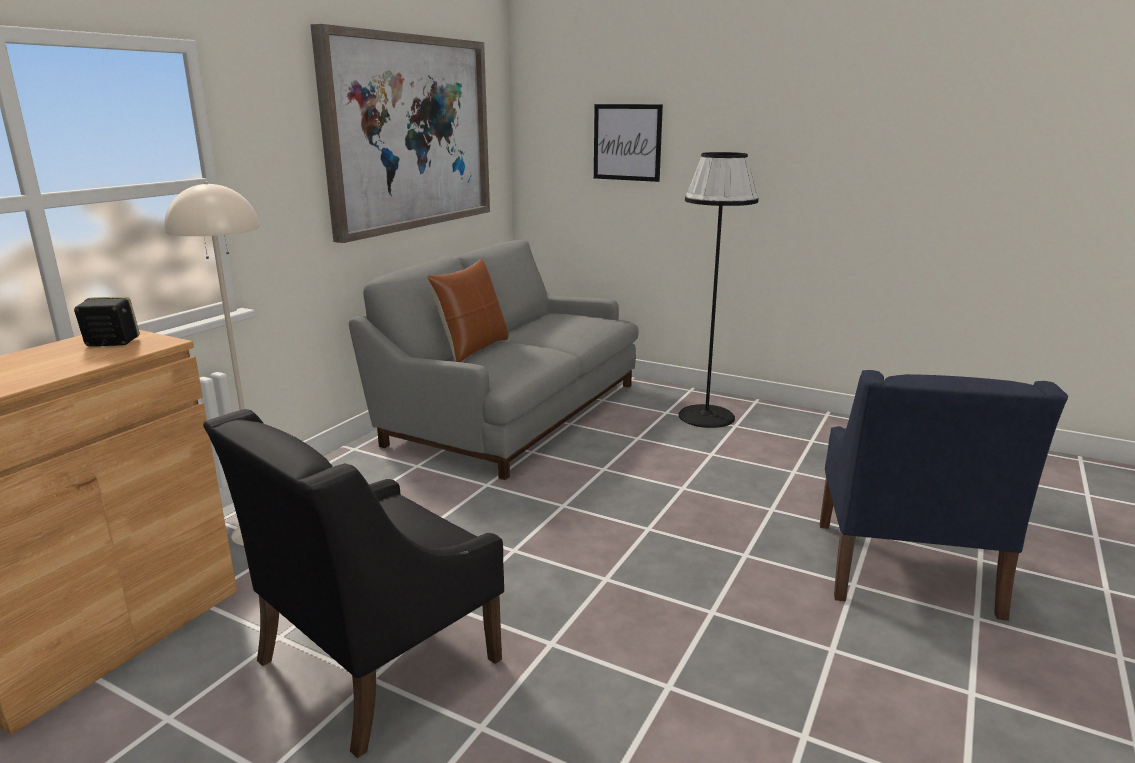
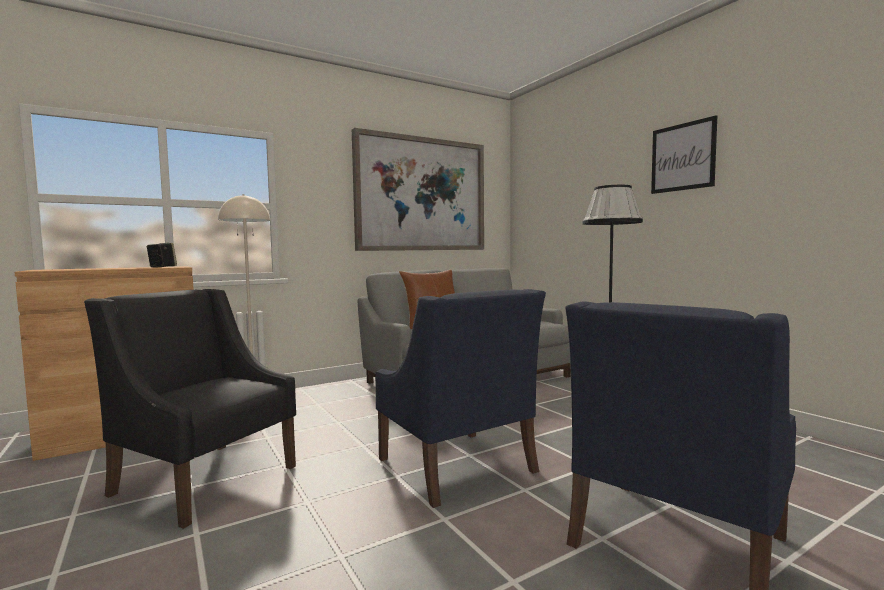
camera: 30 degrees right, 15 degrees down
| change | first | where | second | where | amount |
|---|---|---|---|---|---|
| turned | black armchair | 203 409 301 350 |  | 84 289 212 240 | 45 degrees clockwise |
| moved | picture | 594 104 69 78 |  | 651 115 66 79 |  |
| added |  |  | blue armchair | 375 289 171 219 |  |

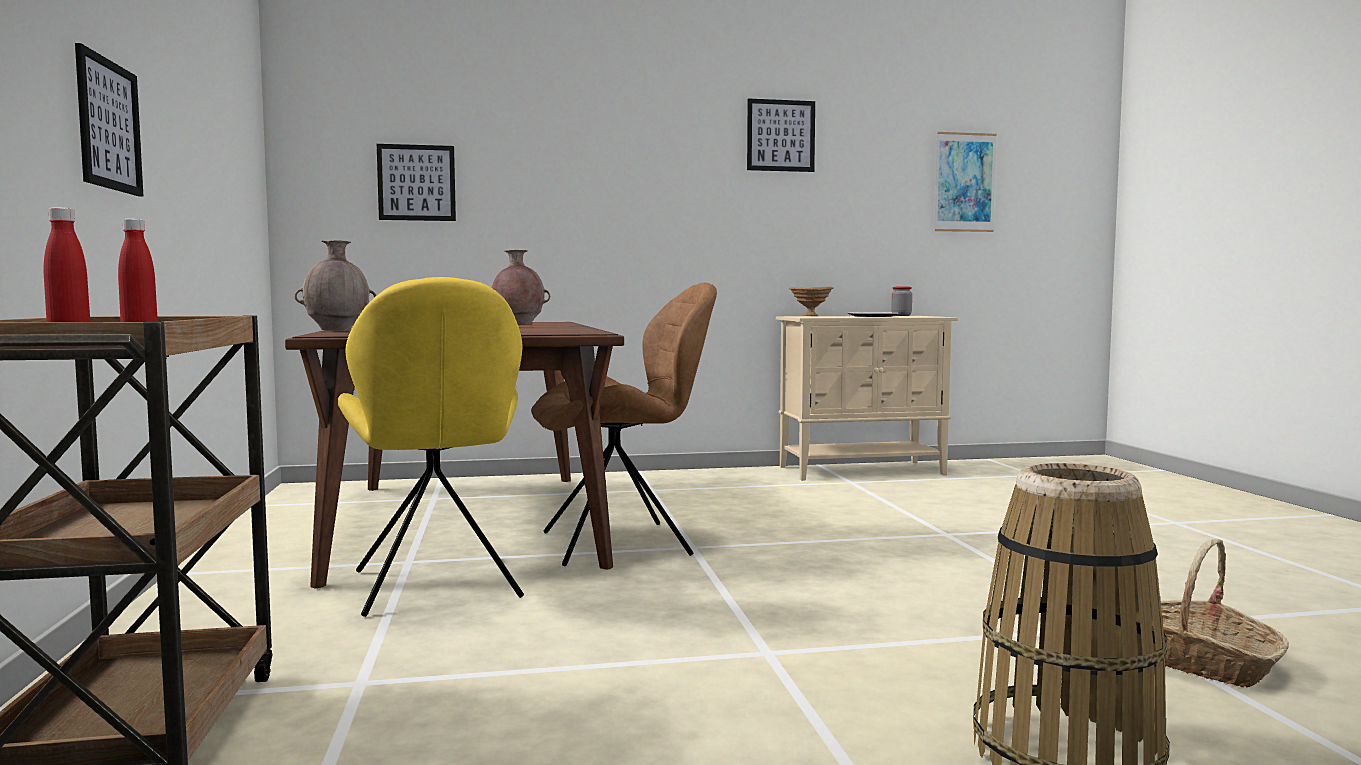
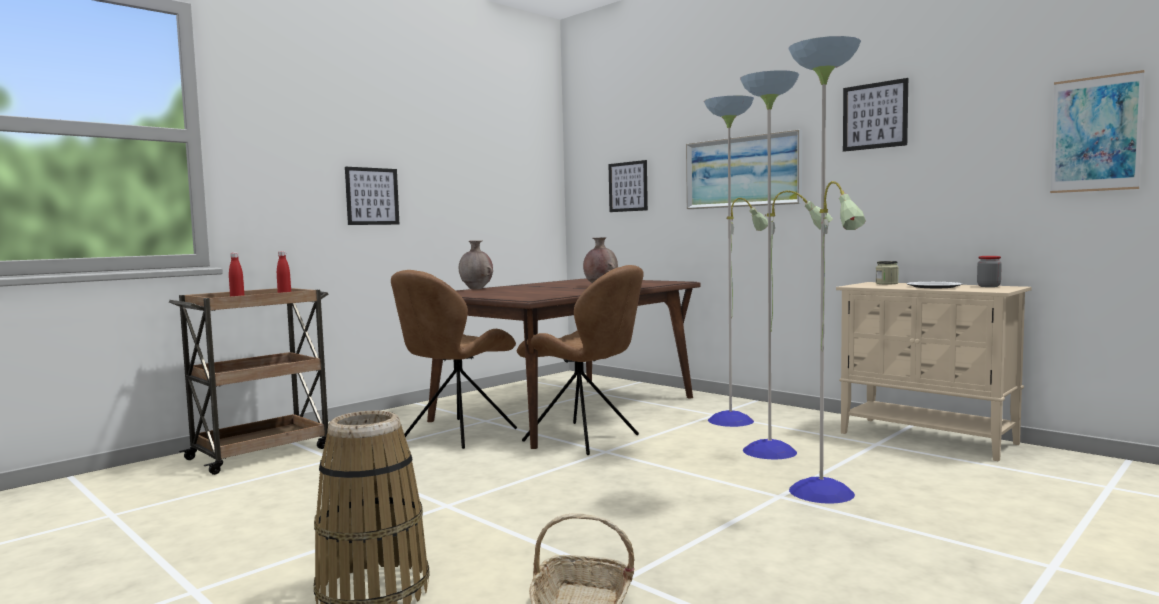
camera: 55 degrees right, 0 degrees up
| change | first | where | second | where | amount |
|---|---|---|---|---|---|
| recoloured | yellow chair | 338 277 186 340 | brown chair | 391 270 126 179 |  |
| replaced | brown bowl | 789 286 45 30 | jar | 876 261 23 23 |  |
| added |  |  | picture | 686 130 116 79 |  |
| added |  |  | floor lamp | 704 36 162 468 |  |

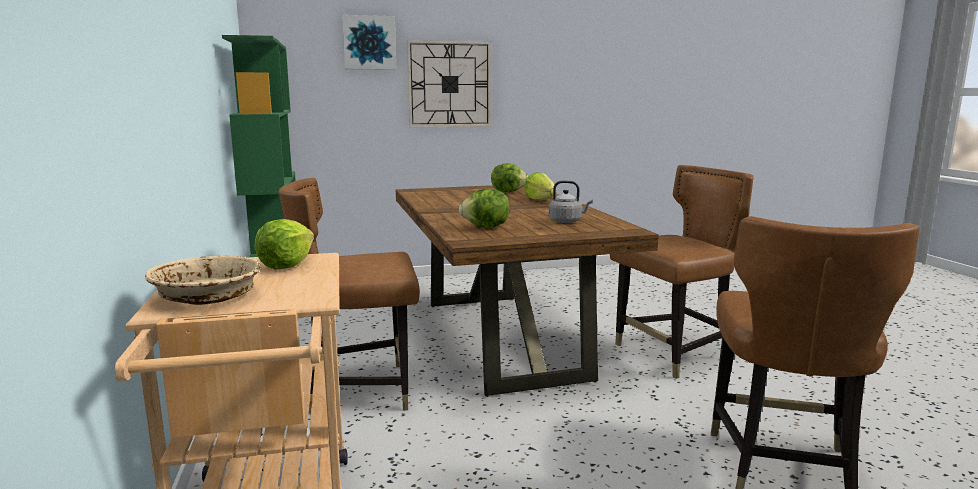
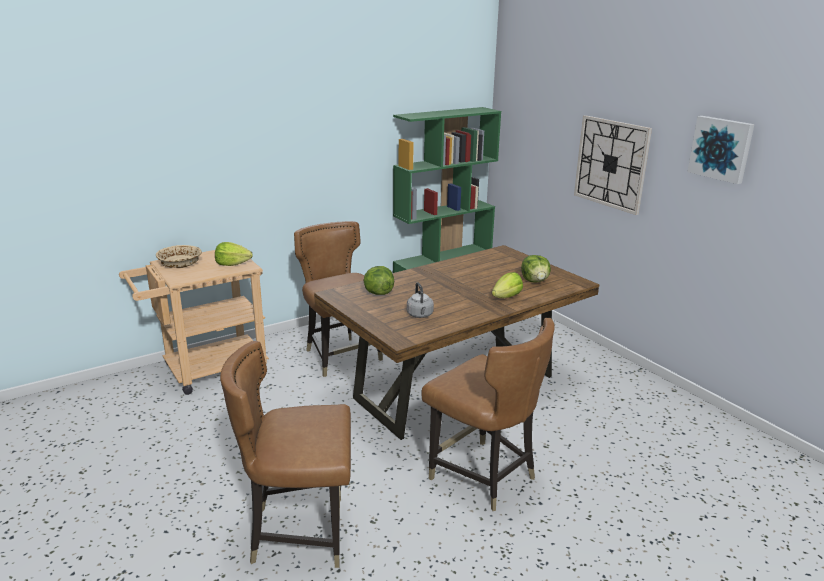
camera: 70 degrees right, 10 degrees up
| change | first | where | second | where | amount |
|---|---|---|---|---|---|
| moved | picture | 342 15 54 55 |  | 687 116 67 68 |  |

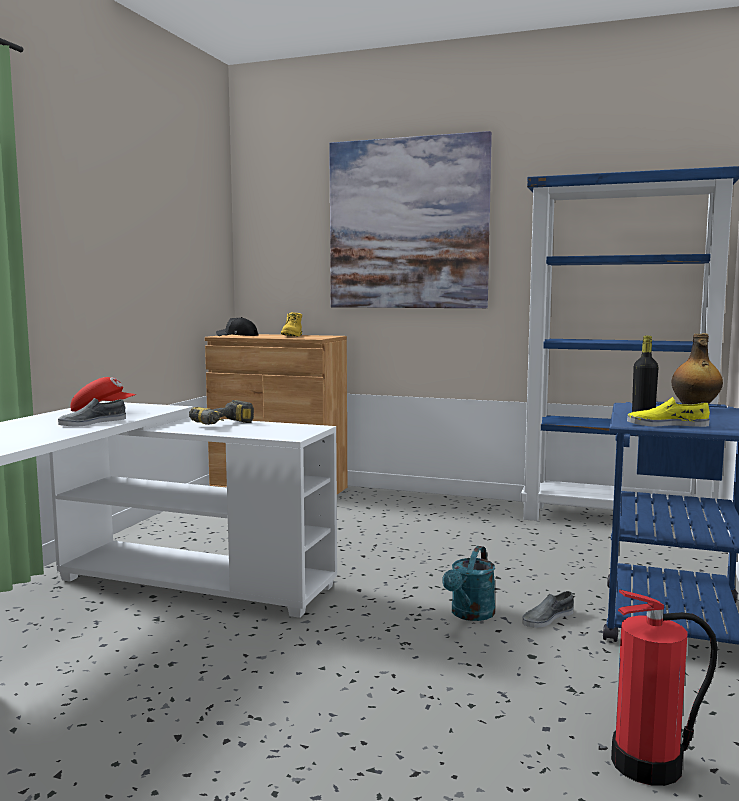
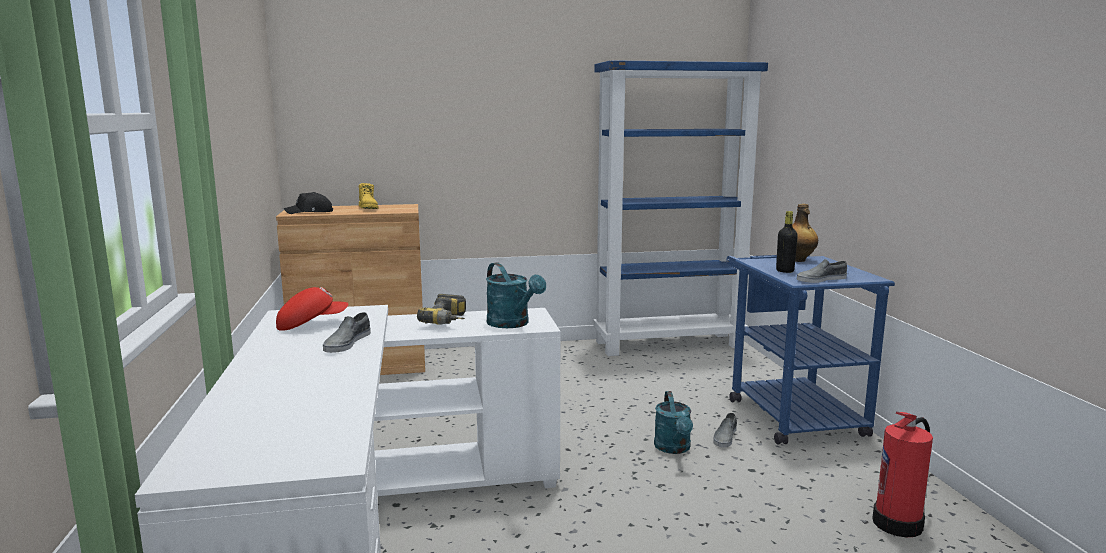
camera: 30 degrees left, 5 degrees up
| change | first | where | second | where | amount |
|---|---|---|---|---|---|
| removed | picture | 329 131 163 177 |  |  |  |
| recoloured | yellow shoe | 627 397 83 30 | grey shoe | 797 259 50 24 |  |
| added |  |  | turquoise watering can | 486 263 60 65 |  |

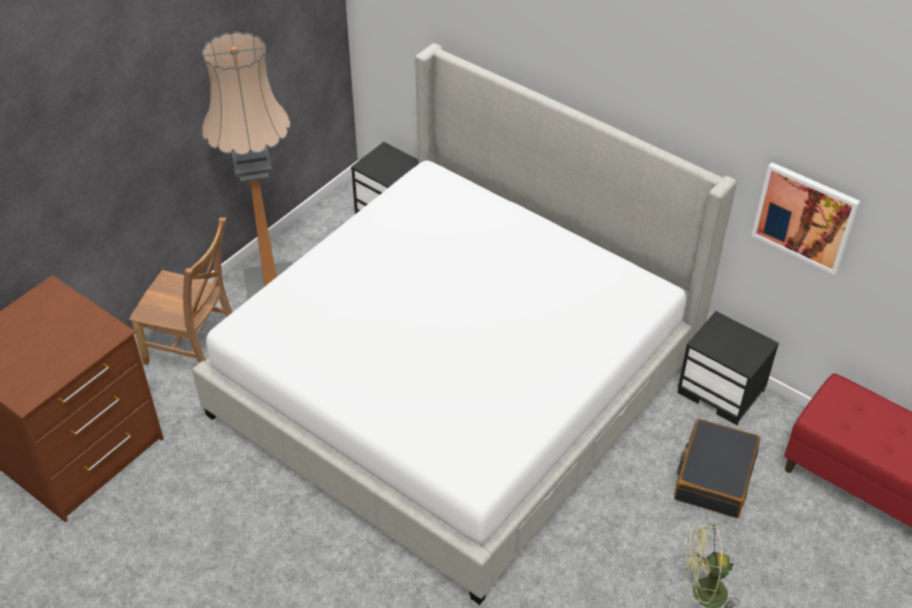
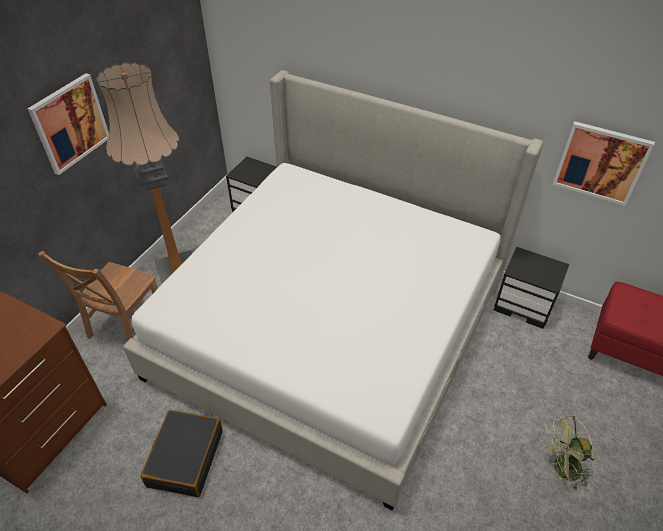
camera: 10 degrees left, 0 degrees up
| change | first | where | second | where | amount |
|---|---|---|---|---|---|
| turned | brown chair | 129 217 104 148 |  | 38 251 120 90 | 105 degrees clockwise |
| moved | black suitcase | 674 419 86 99 |  | 141 410 82 87 |  |
| added |  |  | picture | 27 73 82 102 |  |

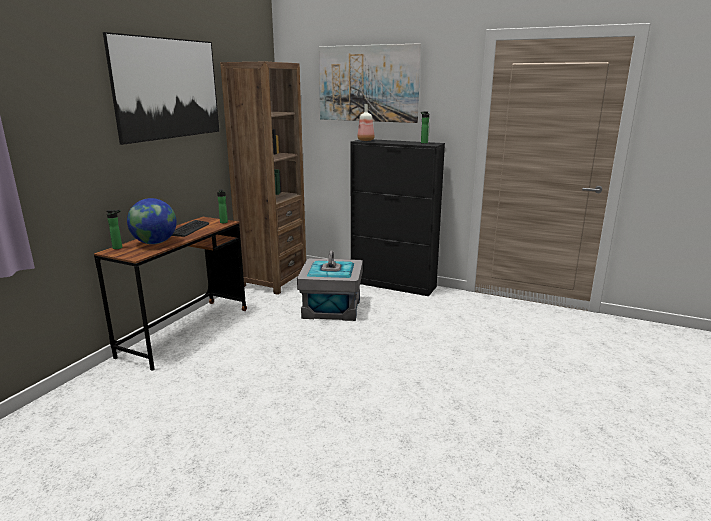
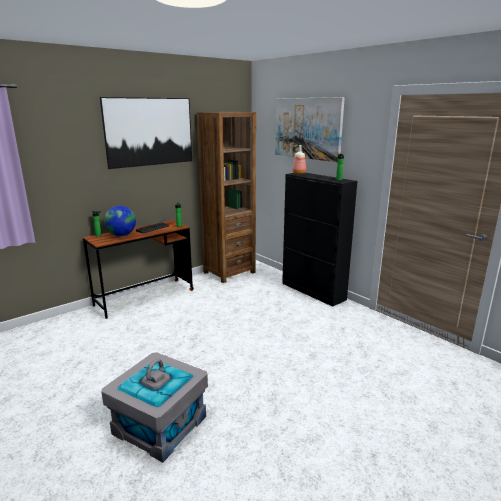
camera: 25 degrees right, 0 degrees up
| change | first | where | second | where | amount |
|---|---|---|---|---|---|
| moved | grey storage box | 297 250 66 71 |  | 101 352 107 110 |  |

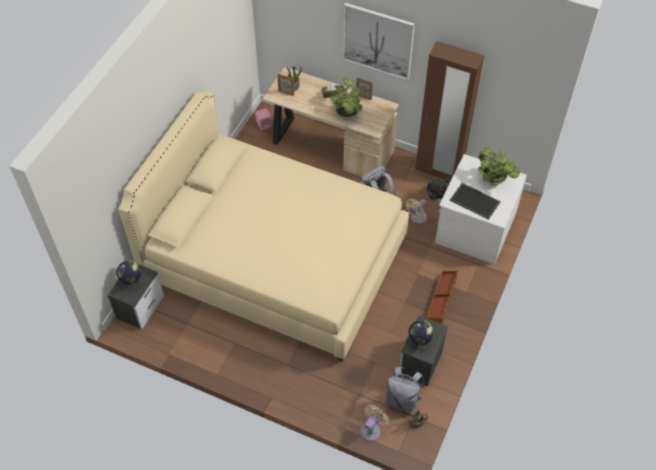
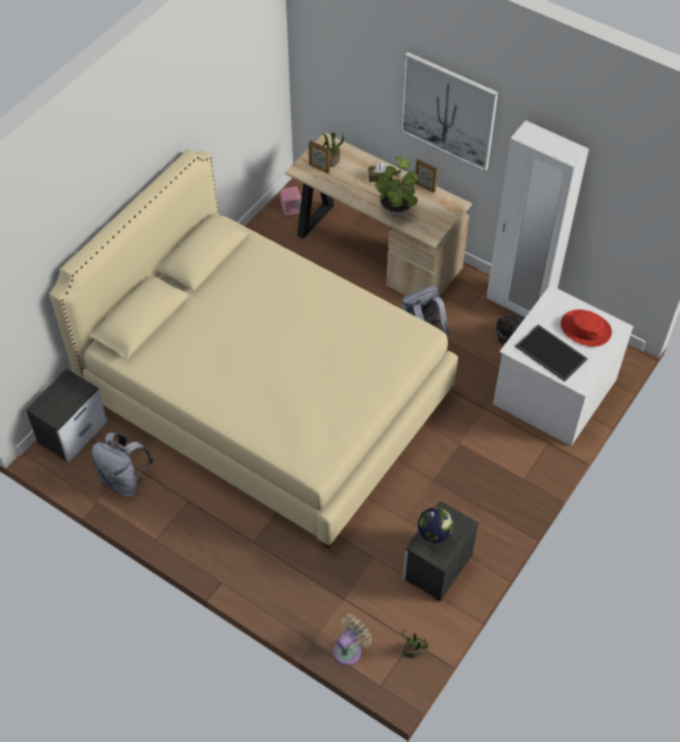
camera: 10 degrees right, 0 degrees up
| change | first | where | second | where | amount |
|---|---|---|---|---|---|
| removed | globe | 117 260 24 29 |  |  |  |
| moved | grey backpack | 386 367 38 46 |  | 91 433 62 64 |  |
| removed | beige fan | 406 199 22 25 |  |  |  |
| recoloured | brown wardrobe | 415 41 69 140 | white wardrobe | 487 120 102 197 |  |
| removed | brown storage box | 427 271 31 53 |  |  |  |
| replaced | potted plant | 478 147 42 38 | red hat | 561 309 51 38 |  |

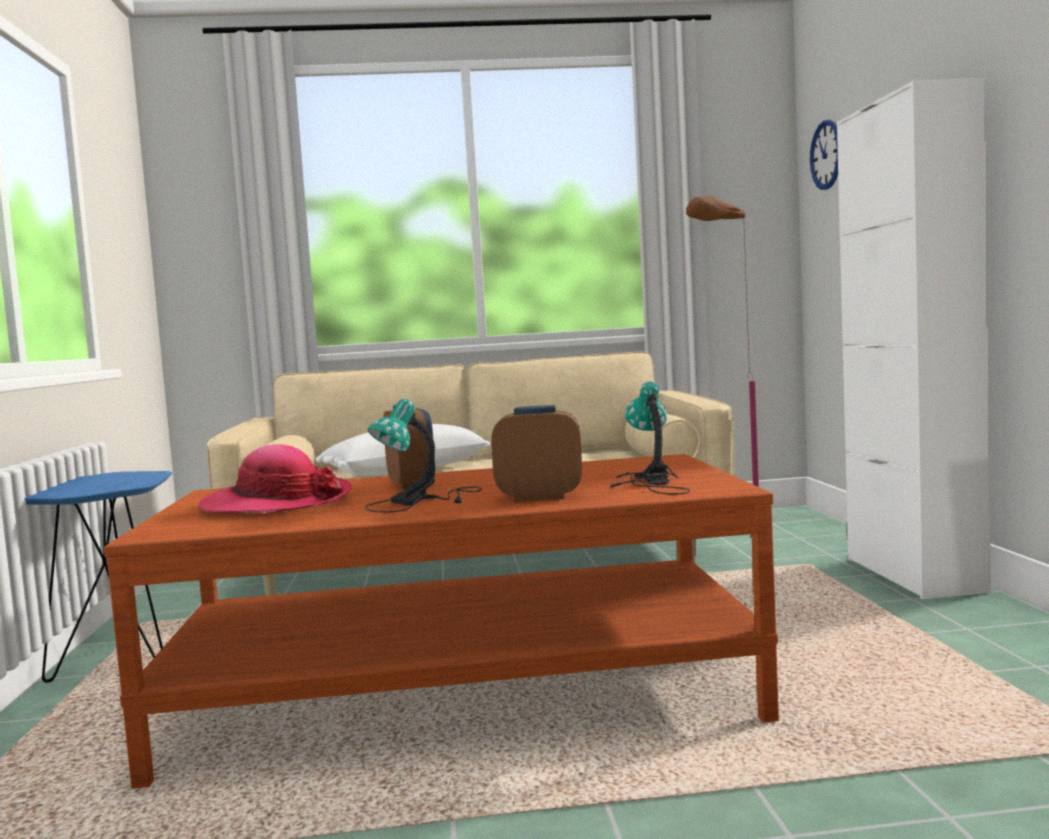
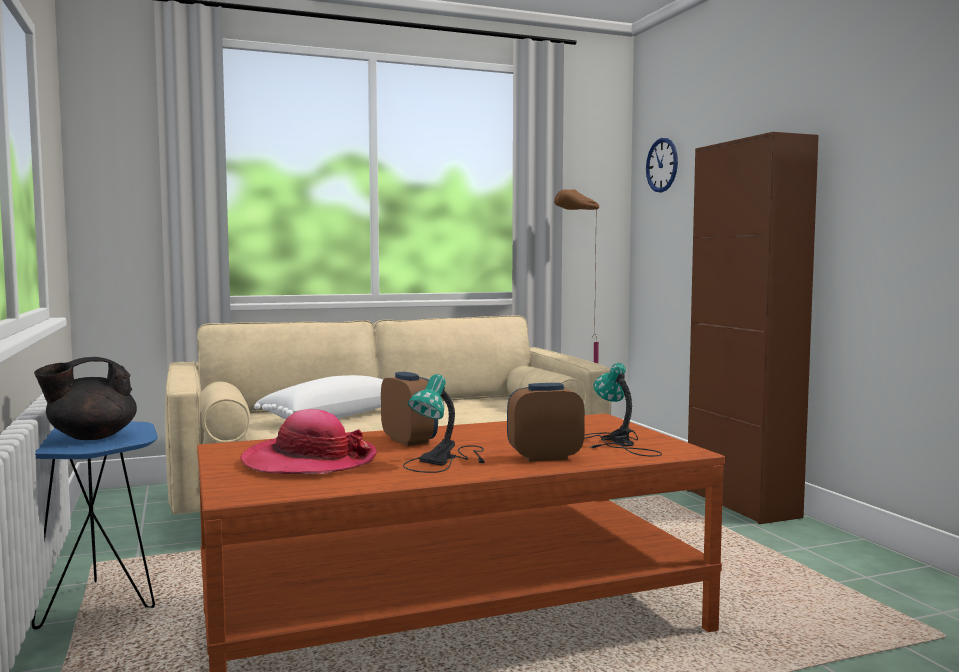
camera: 15 degrees left, 0 degrees up
| change | first | where | second | where | amount |
|---|---|---|---|---|---|
| recoloured | white cabinet | 837 78 154 521 | brown cabinet | 687 132 132 392 |  |
| added |  |  | black teapot | 34 357 103 83 |  |

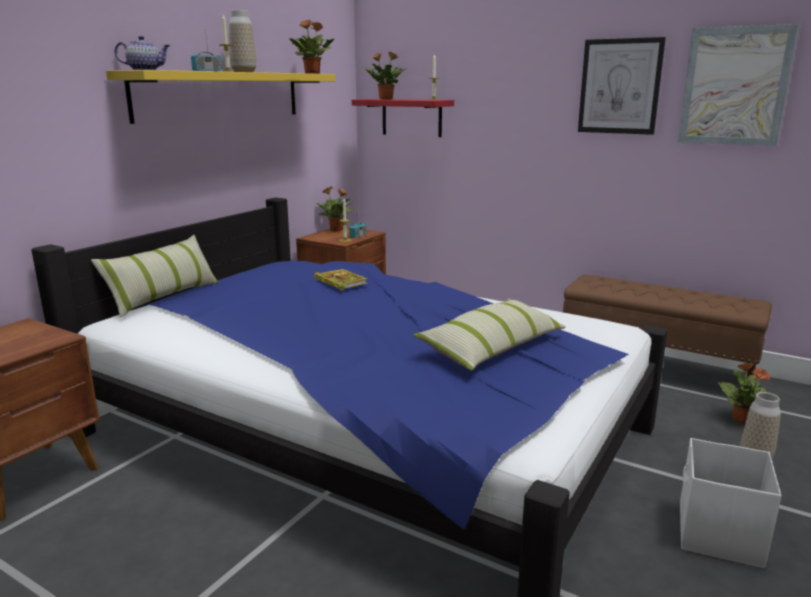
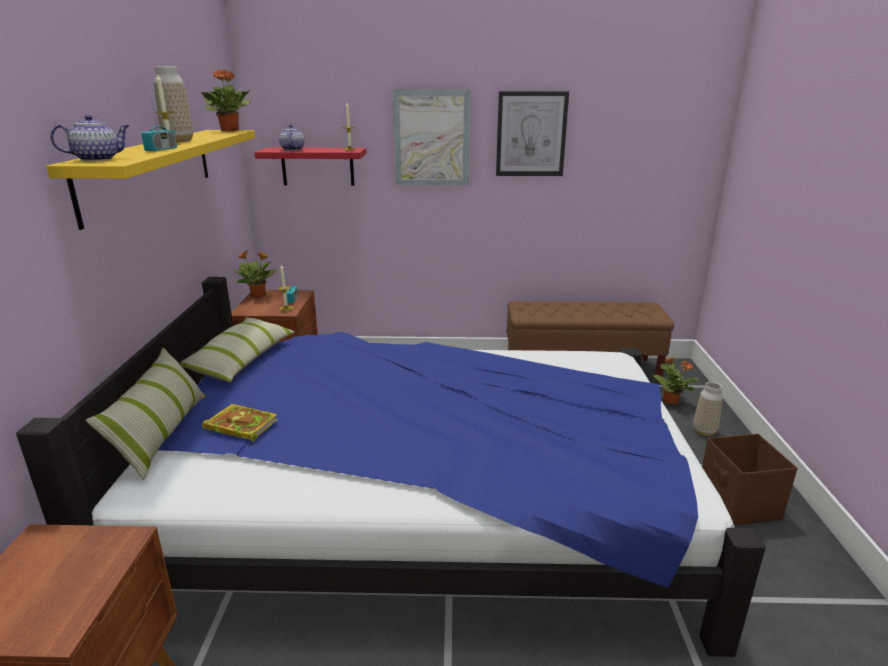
camera: 30 degrees left, 5 degrees up
| change | first | where | second | where | amount |
|---|---|---|---|---|---|
| moved | book | 314 269 53 21 |  | 202 404 76 38 |  |
| replaced | potted plant | 365 52 40 47 | teapot | 279 125 26 26 |  |
| moved | pillow | 413 299 153 72 |  | 180 317 115 65 |  |
| moved | picture | 678 24 121 122 |  | 393 89 77 96 |  |
| recoloured | white storage box | 680 438 102 130 | brown storage box | 702 434 96 91 |  |

